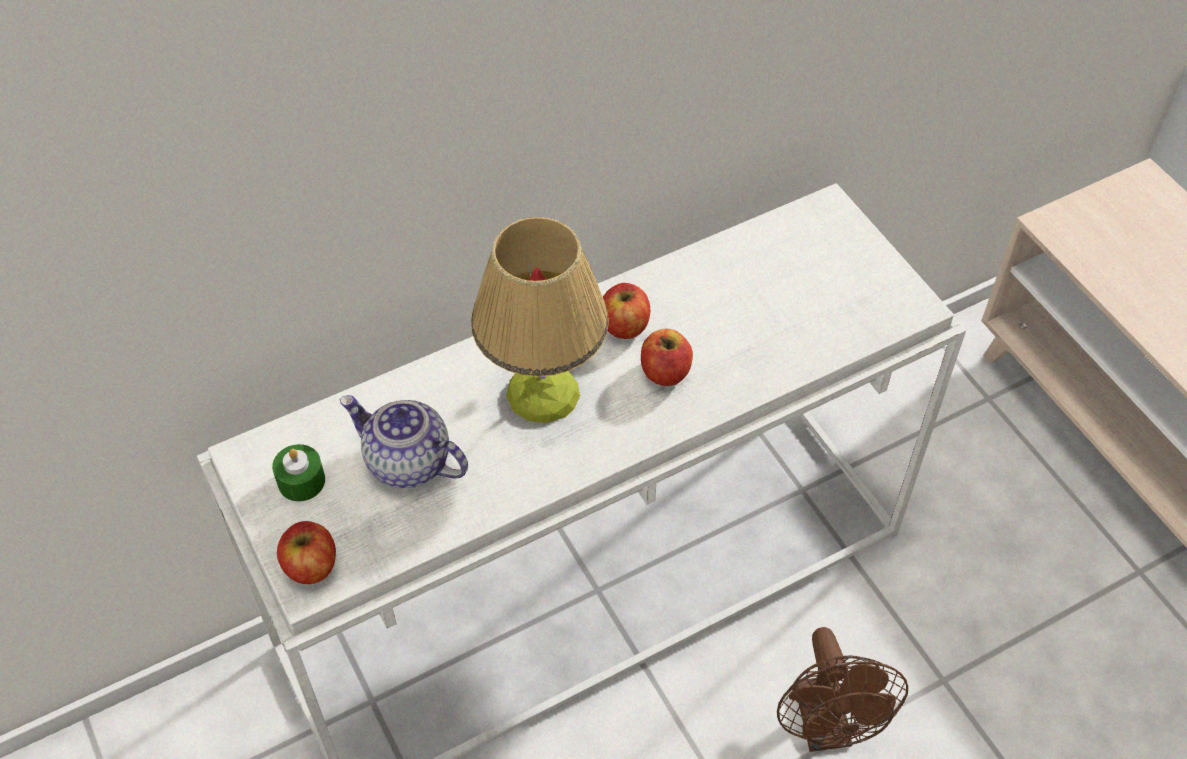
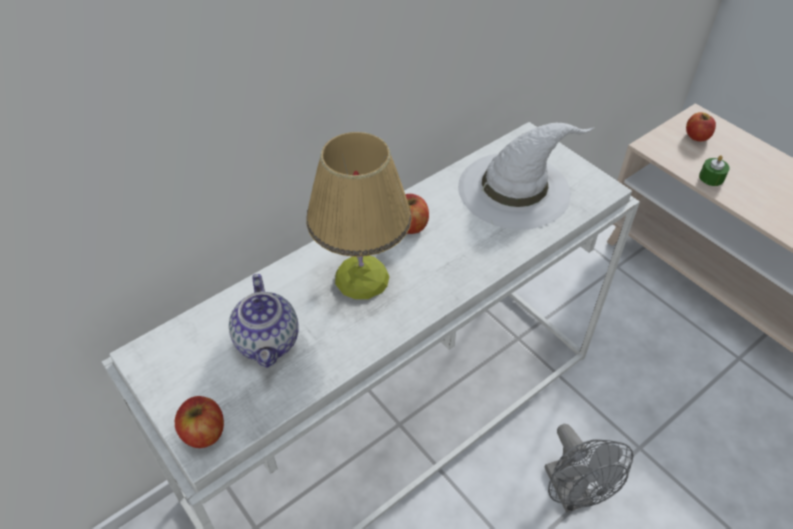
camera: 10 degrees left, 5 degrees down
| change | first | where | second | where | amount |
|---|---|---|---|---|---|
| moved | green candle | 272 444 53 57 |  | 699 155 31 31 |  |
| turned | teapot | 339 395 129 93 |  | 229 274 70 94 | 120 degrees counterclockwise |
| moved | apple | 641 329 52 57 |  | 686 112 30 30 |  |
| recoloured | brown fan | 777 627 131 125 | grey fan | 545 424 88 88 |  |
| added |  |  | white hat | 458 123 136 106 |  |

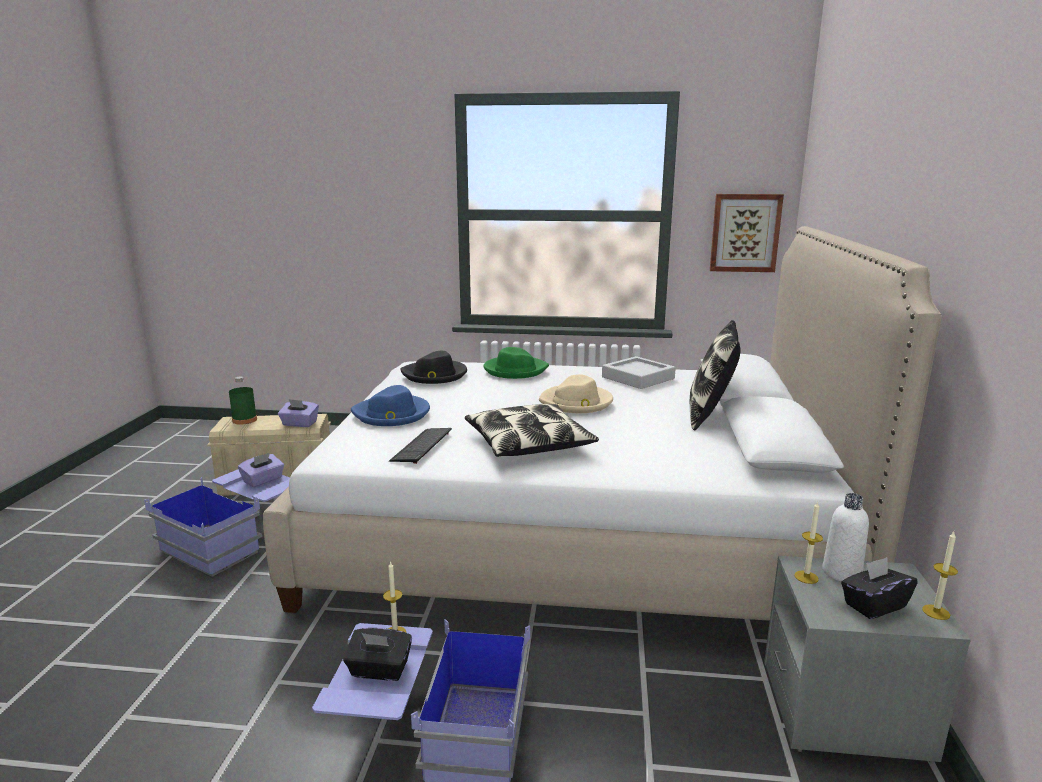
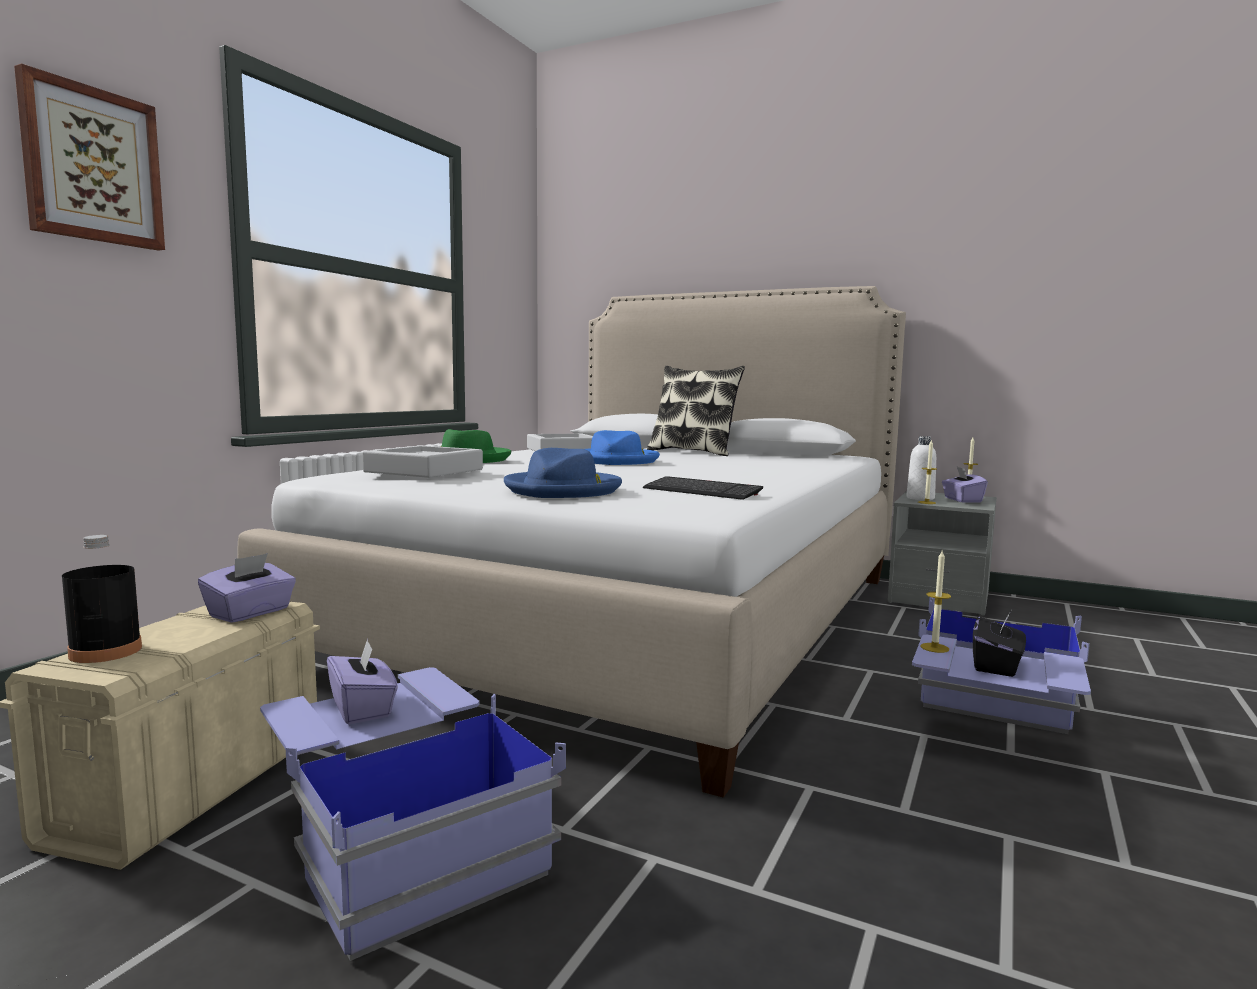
camera: 70 degrees left, 10 degrees down
| change | first | where | second | where | amount |
|---|---|---|---|---|---|
| recoloured | green bottle | 229 377 28 47 | black bottle | 62 535 80 128 |  |
| replaced | black hat | 400 351 67 33 | grey tray | 363 446 120 32 |  |
| removed | pillow | 465 404 134 53 |  |  |  |
| recoloured | beige hat | 539 374 74 39 | blue hat | 585 430 75 35 |  |
| moved | picture | 710 194 74 78 |  | 14 63 151 188 |  |
| recoloured | black tissue box | 841 557 77 62 | purple tissue box | 942 467 46 36 |  |

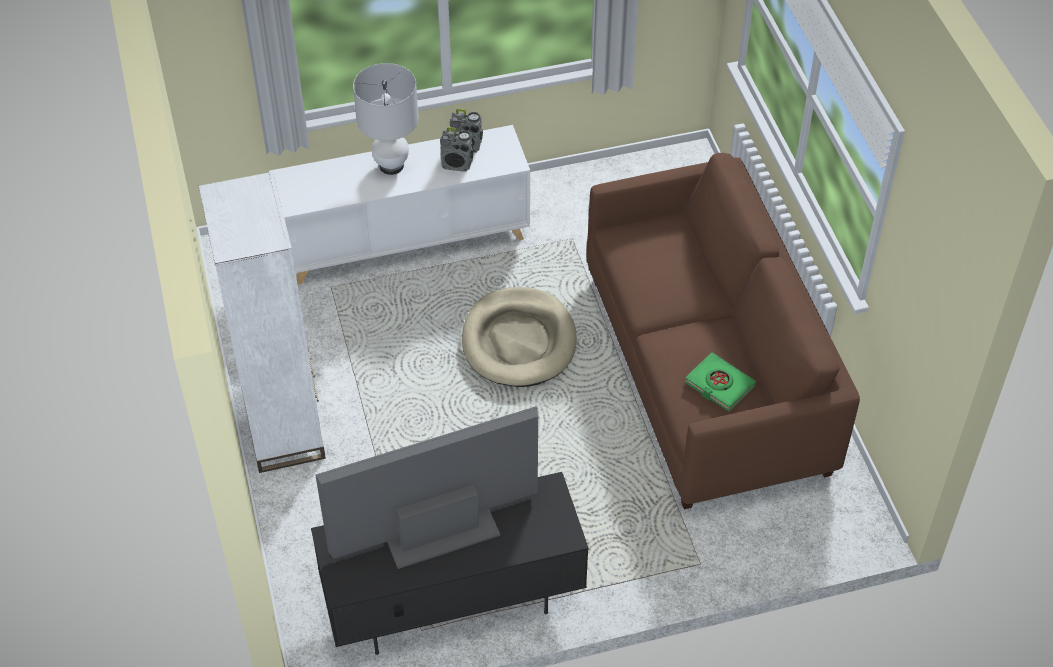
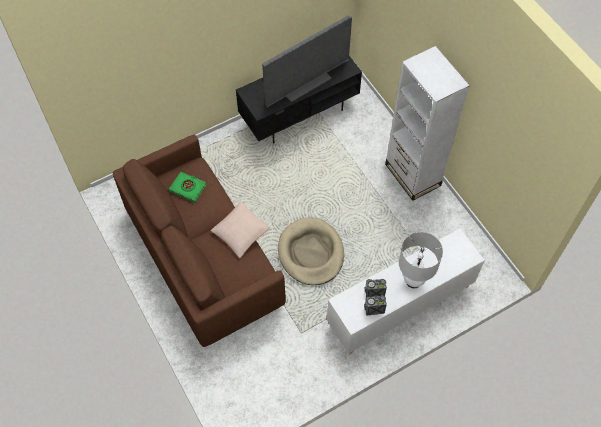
camera: 165 degrees right, 10 degrees up
| change | first | where | second | where | amount |
|---|---|---|---|---|---|
| added |  |  | beige pillow | 211 200 59 58 |  |

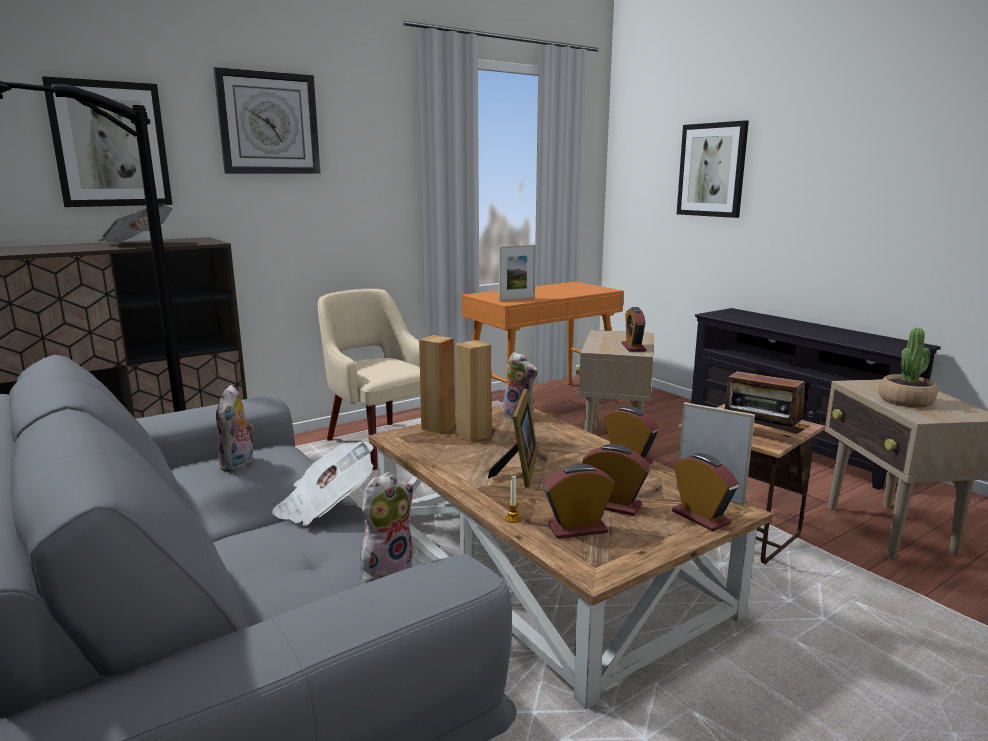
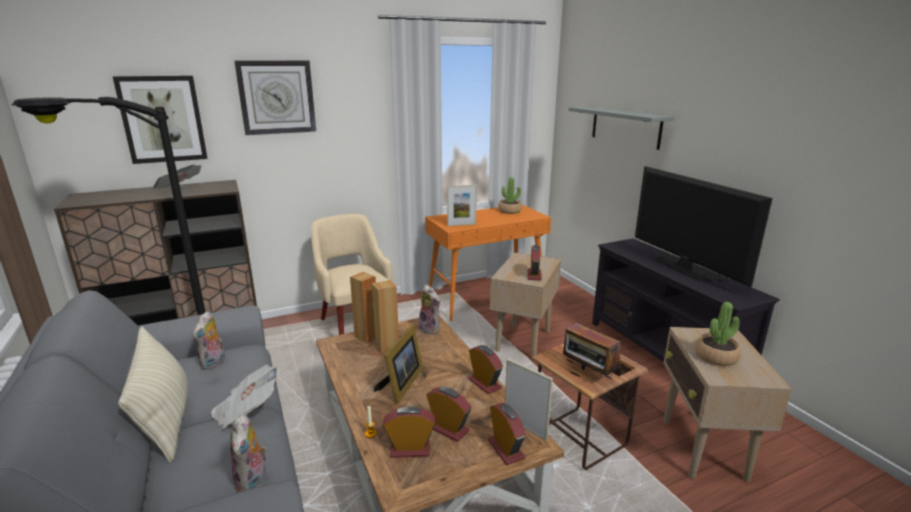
camera: 10 degrees right, 5 degrees up
| change | first | where | second | where | amount |
|---|---|---|---|---|---|
| turned | plush toy | 360 472 54 113 |  | 230 414 38 79 | 120 degrees clockwise |
| replaced | picture | 677 120 72 98 | grey shelf | 569 106 105 44 |  |
| added |  |  | beige pillow | 118 327 70 136 |  |
| added |  |  | potted plant | 498 177 24 37 |  |
| added |  |  | television | 635 166 138 121 |  |

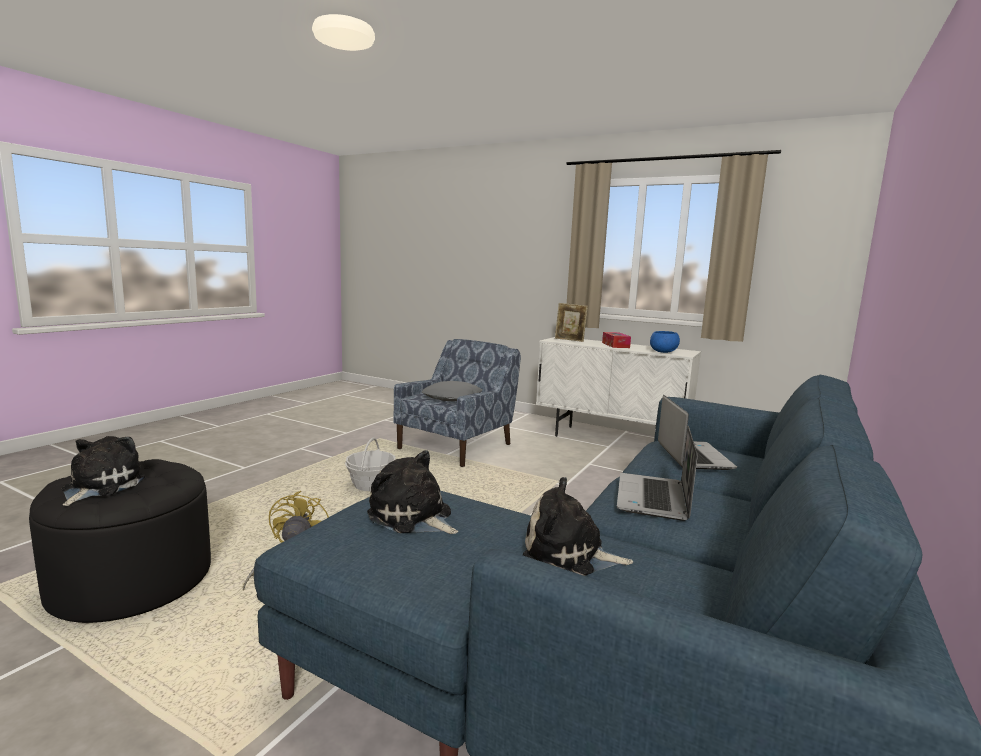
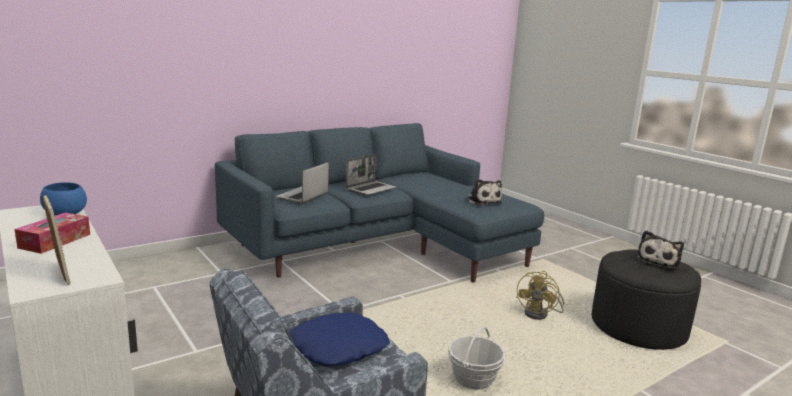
camera: 155 degrees left, 5 degrees up
| change | first | where | second | where | amount |
|---|---|---|---|---|---|
| recoloured | grey pillow | 422 381 60 20 | blue pillow | 290 313 100 53 |  |
| removed | plush toy | 523 477 110 99 |  |  |  |

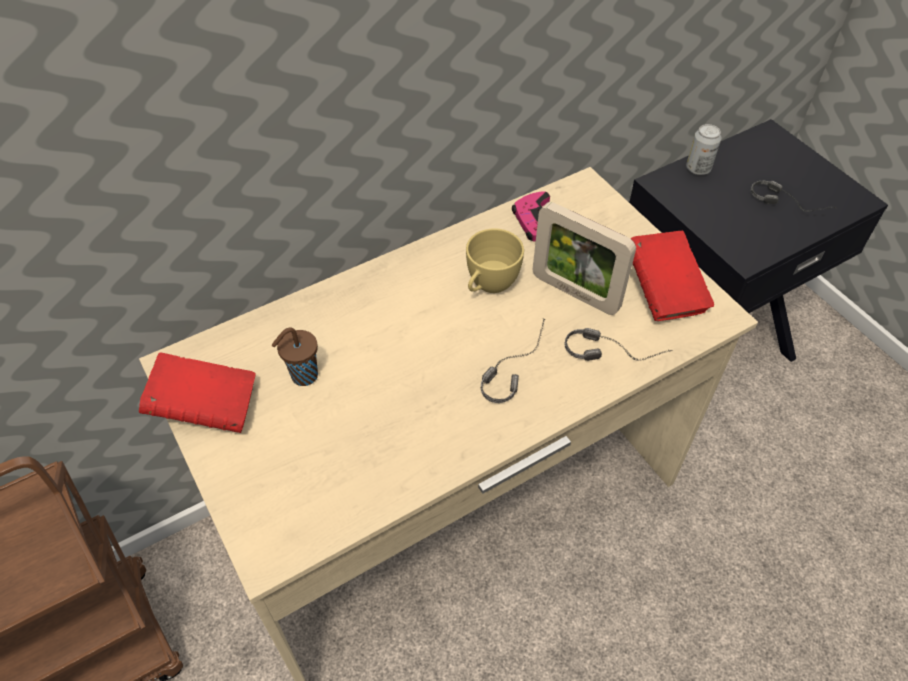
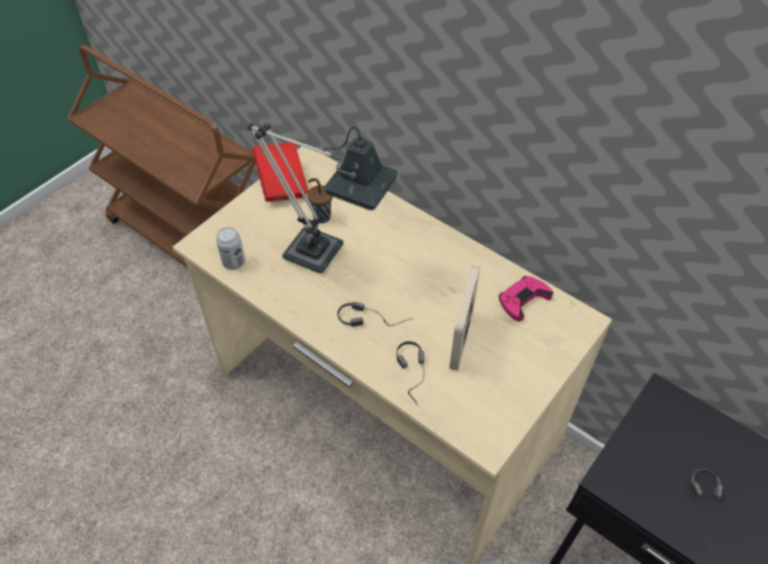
camera: 70 degrees right, 0 degrees up
| change | first | where | second | where | amount |
|---|---|---|---|---|---|
| removed | yellow cup | 466 228 58 65 |  |  |  |
| removed | red book | 630 230 84 91 |  |  |  |
| moved | can | 686 124 35 51 |  | 216 227 29 43 |  |
| added |  |  | table lamp | 247 123 151 150 |  |

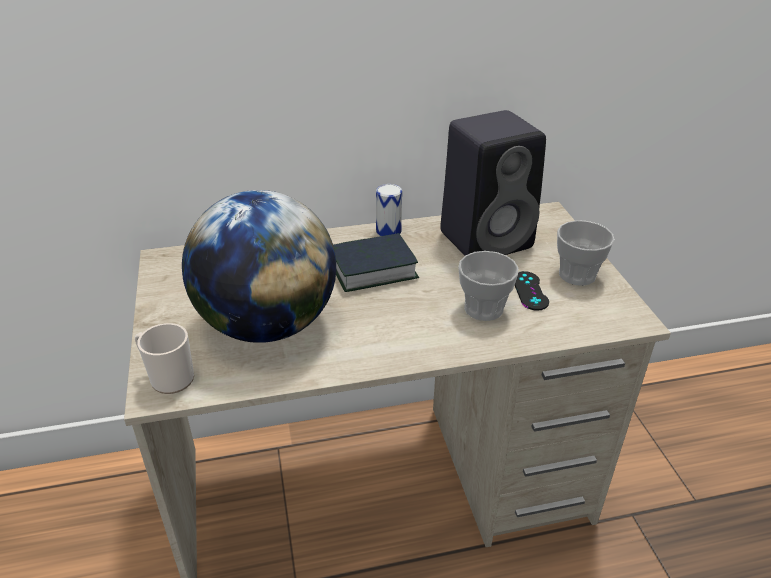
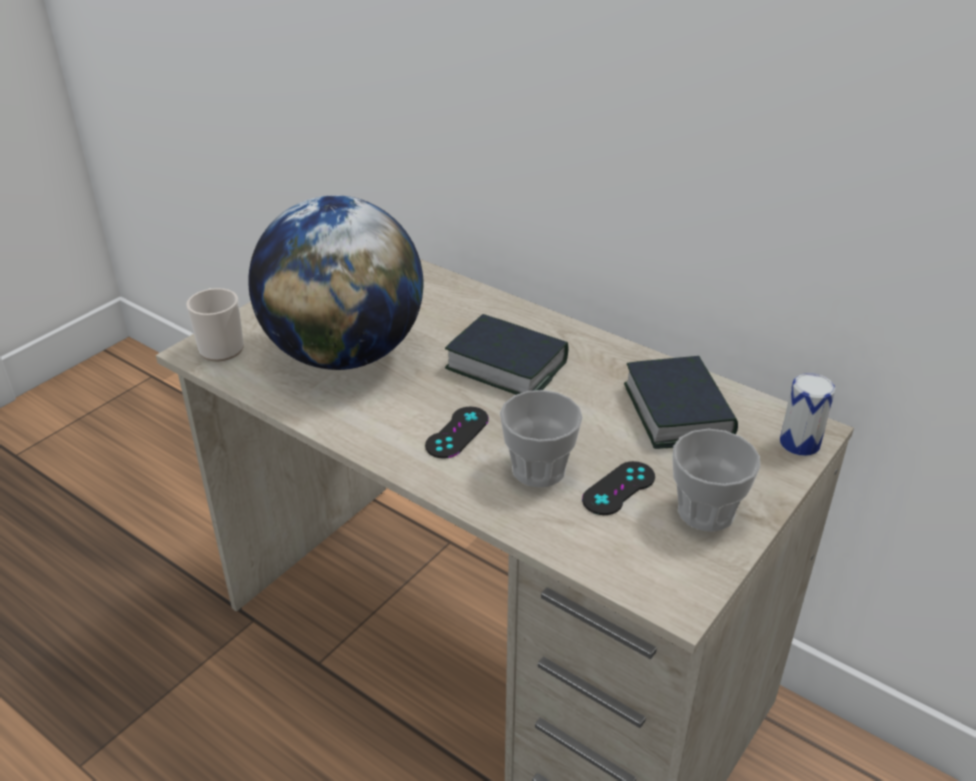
camera: 50 degrees right, 0 degrees up
| change | first | where | second | where | amount |
|---|---|---|---|---|---|
| moved | can | 376 184 26 52 |  | 780 373 55 83 |  |
| replaced | black speaker | 440 110 106 146 | book | 624 356 114 93 |  |
| added |  |  | black game controller | 425 407 64 52 |  |

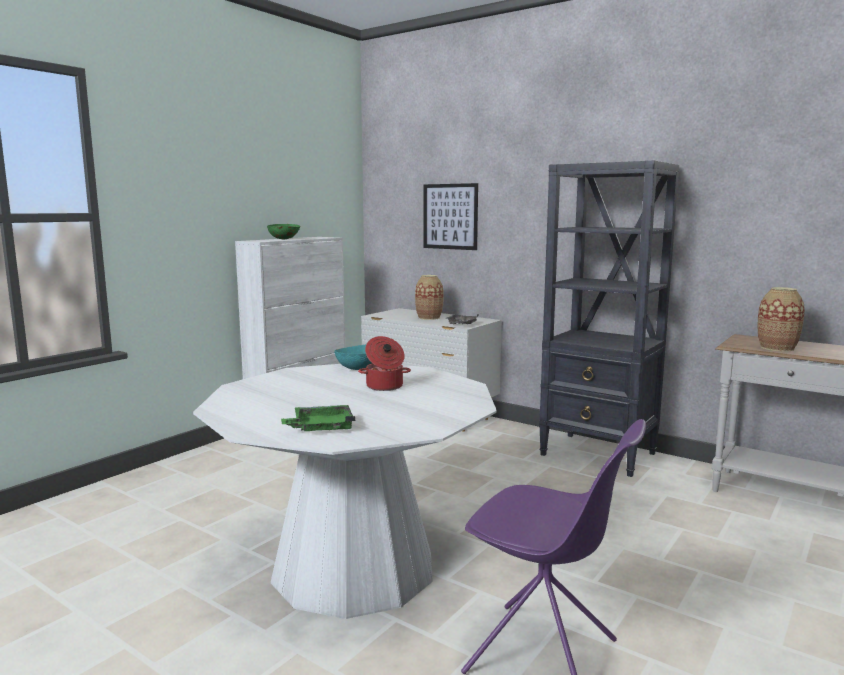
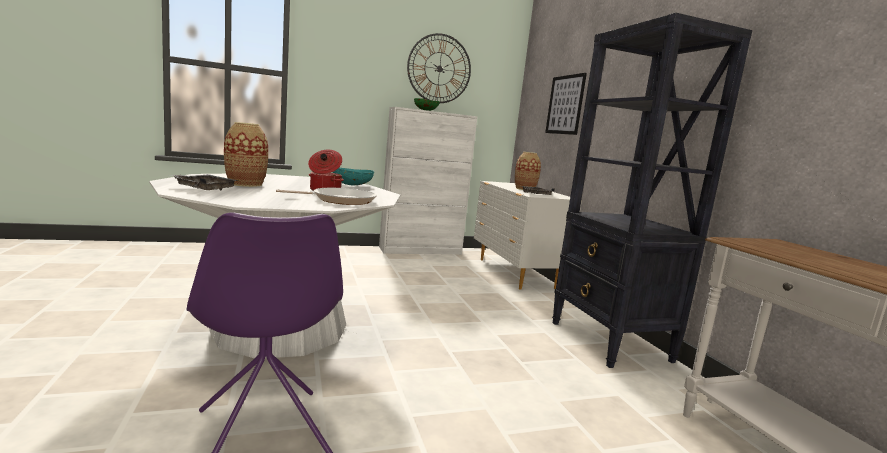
camera: 35 degrees right, 0 degrees up
| change | first | where | second | where | amount |
|---|---|---|---|---|---|
| recoloured | green tray | 281 405 75 26 | grey tray | 170 174 68 17 |  |
| moved | vase | 757 287 48 65 |  | 224 122 44 65 |  |
| added |  |  | frying pan | 276 188 101 17 |  |
| added |  |  | wall clock | 407 33 64 70 |  |

